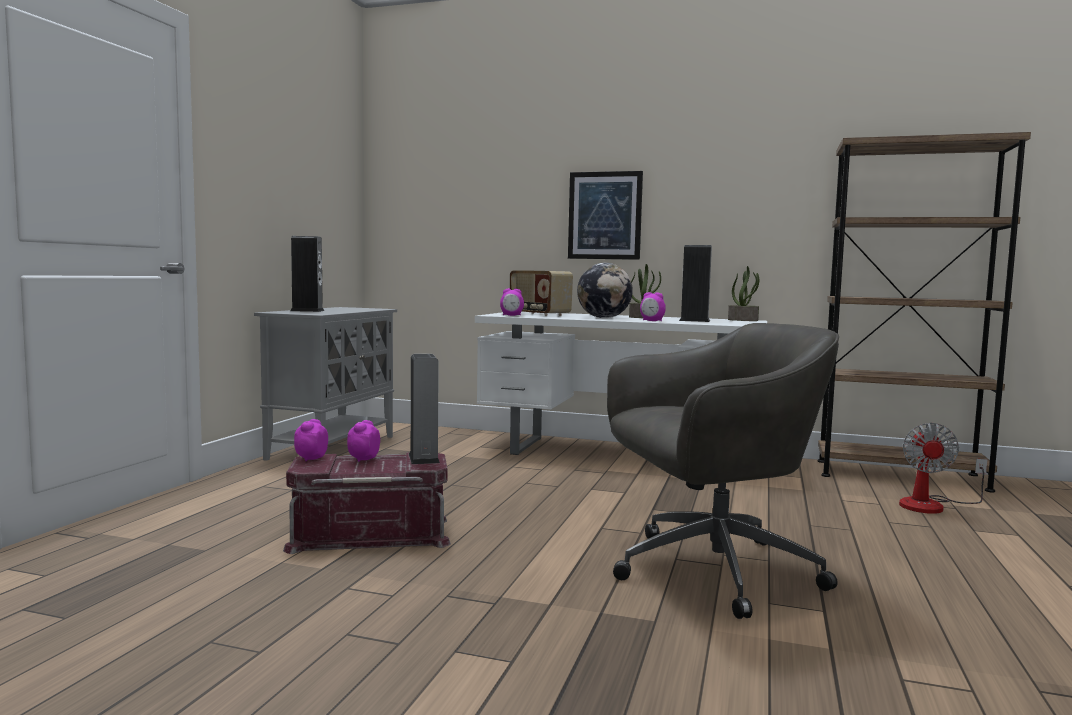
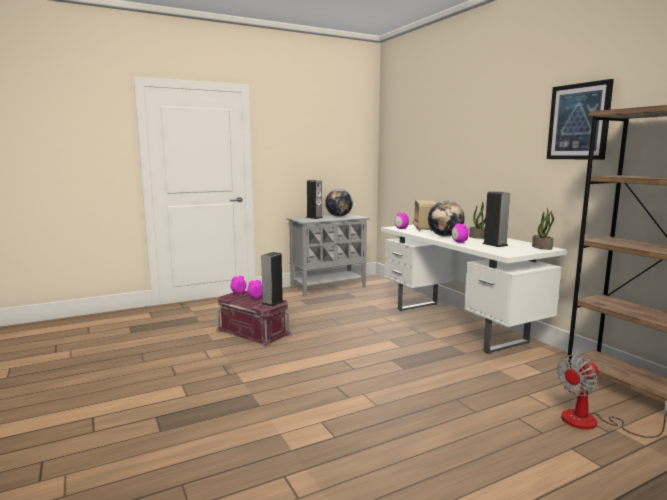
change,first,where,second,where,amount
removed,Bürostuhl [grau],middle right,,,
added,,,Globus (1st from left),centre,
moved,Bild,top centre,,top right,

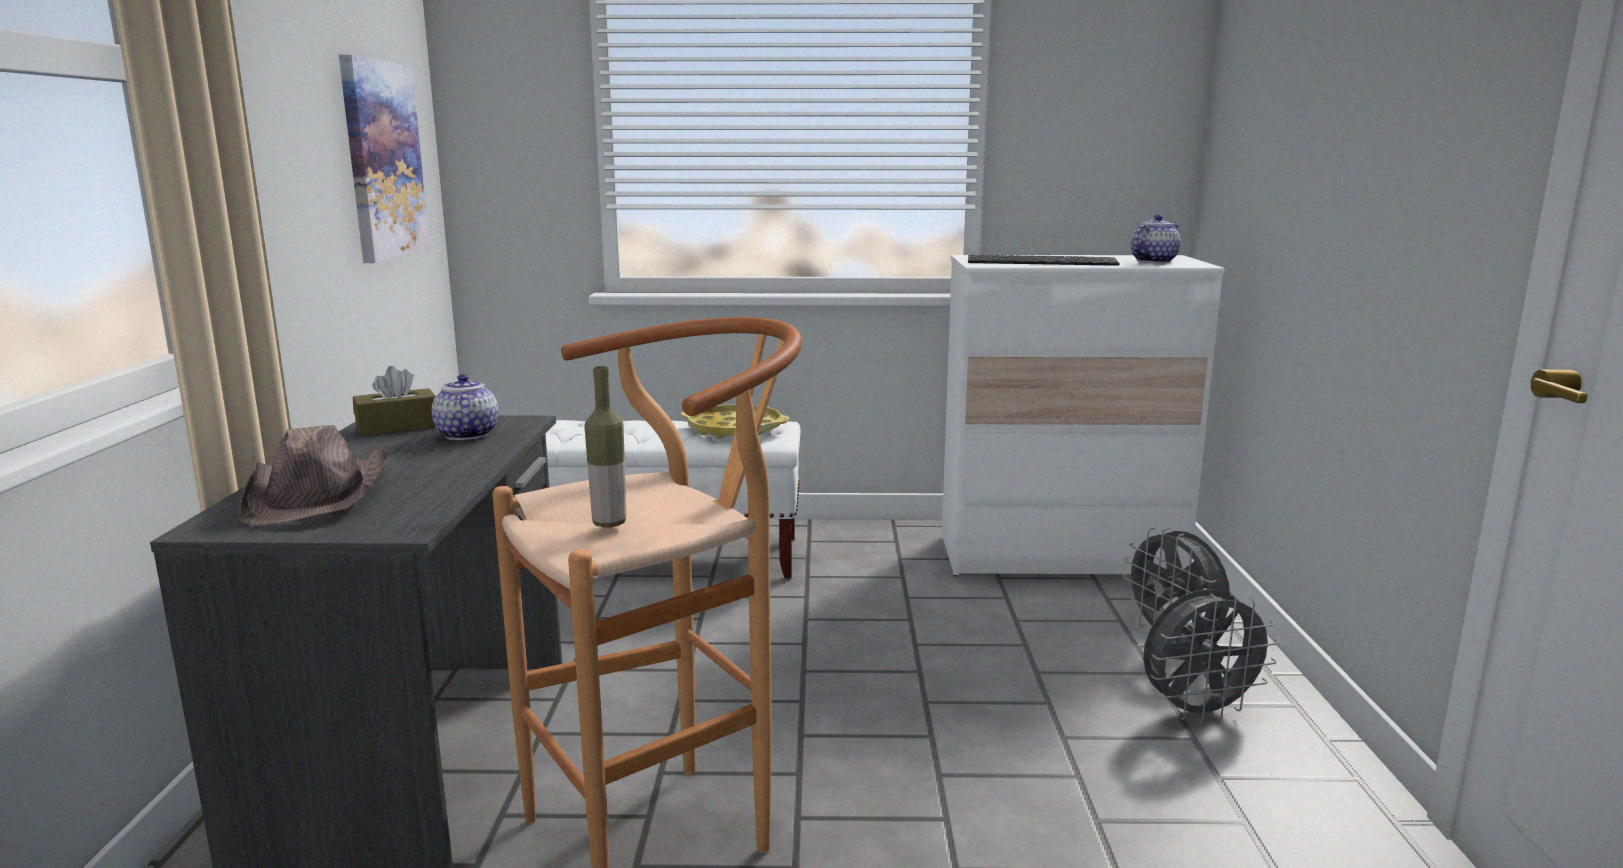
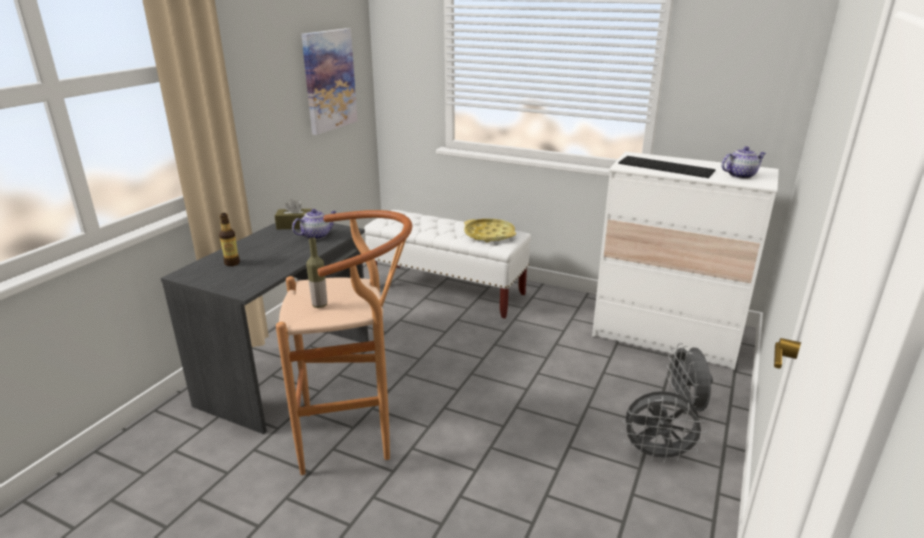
change,first,where,second,where,amount
replaced,Hut [braun],middle left,Flasche (1st from left),middle left,
turned,Teekanne (1st from left),middle left,,centre,45 degrees clockwise

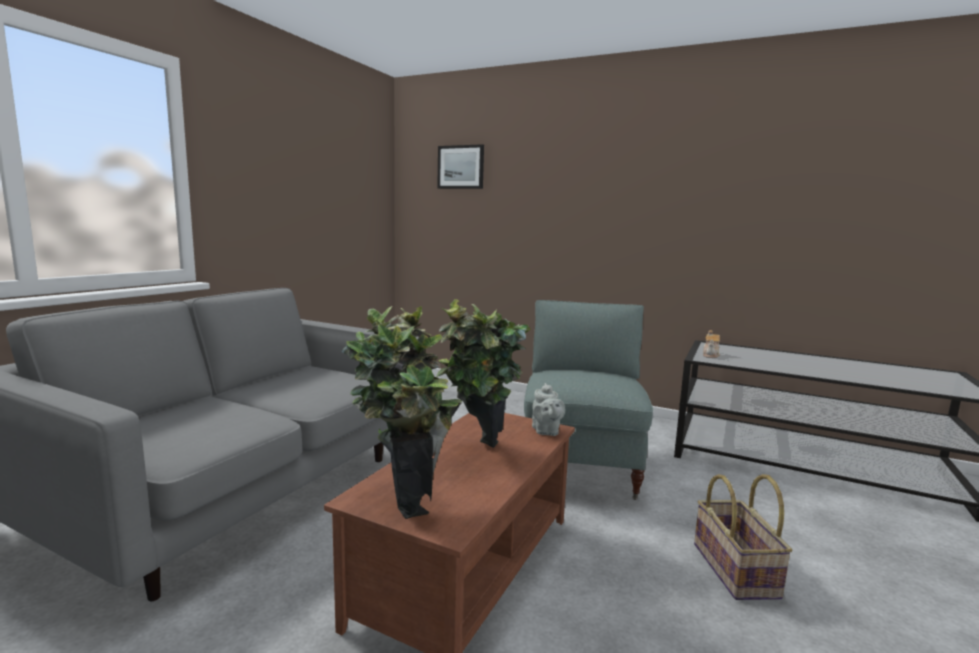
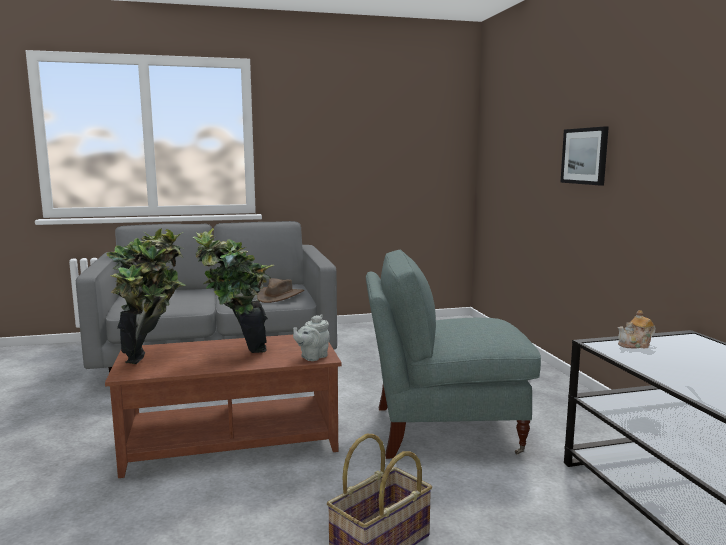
change,first,where,second,where,amount
added,,,Hut [braun],centre,
moved,Bild,top centre,,top right,
turned,Sessel [grau],centre,,centre,150 degrees counterclockwise

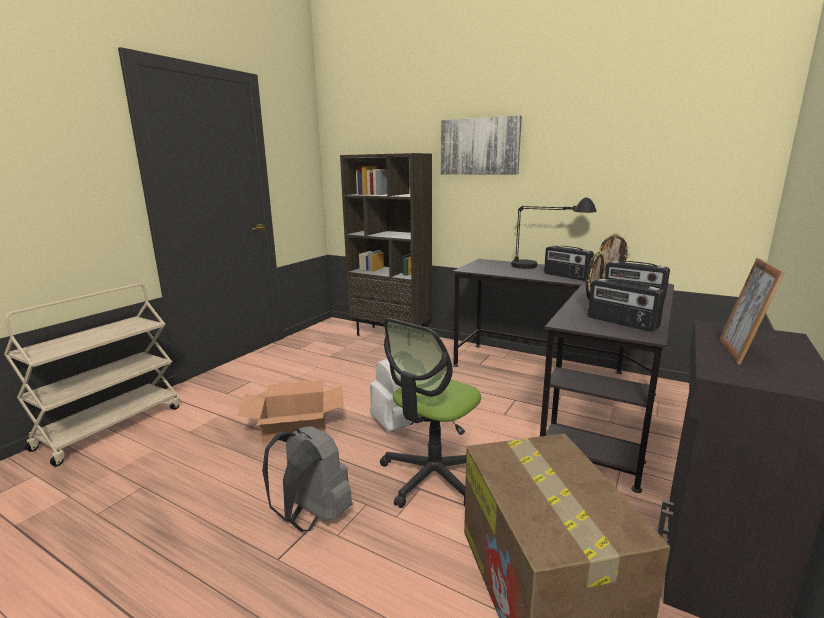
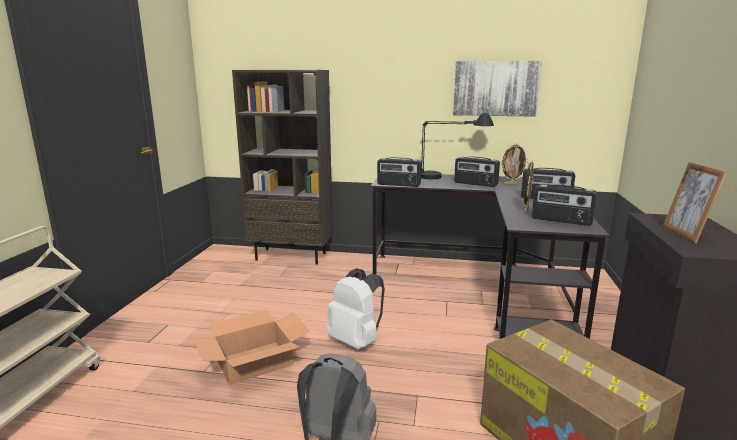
change,first,where,second,where,amount
removed,Bürostuhl,bottom centre,,,
added,,,Radio (1st from left),centre,
moved,Bild,top centre,,top right,

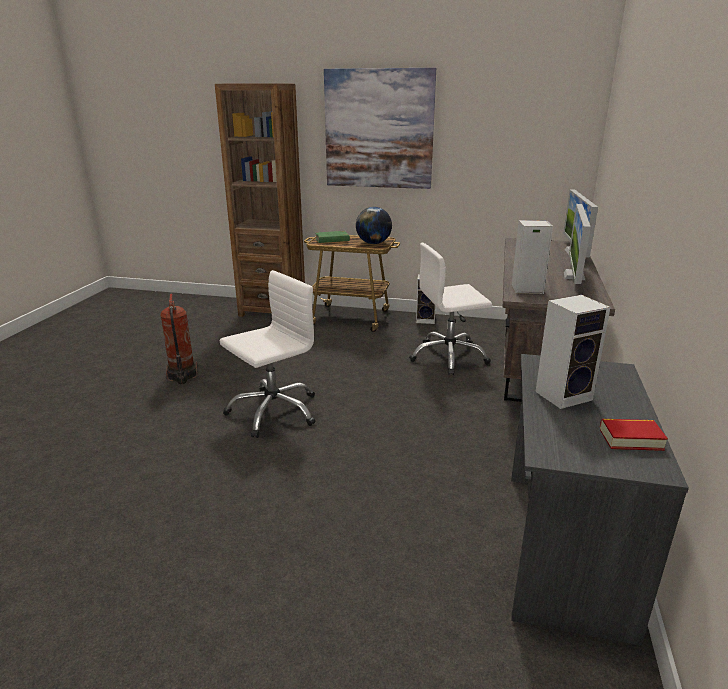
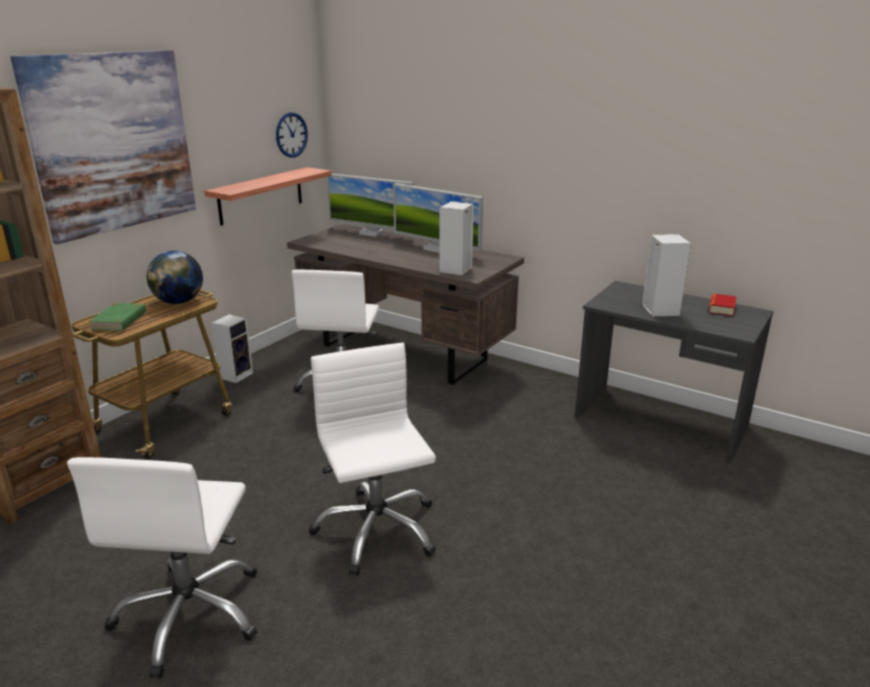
change,first,where,second,where,amount
added,,,Wandregal,top left,
added,,,Wanduhr,top centre,
replaced,Feuerlöscher,middle left,Bürostuhl [weiß] (1st from left),bottom left,

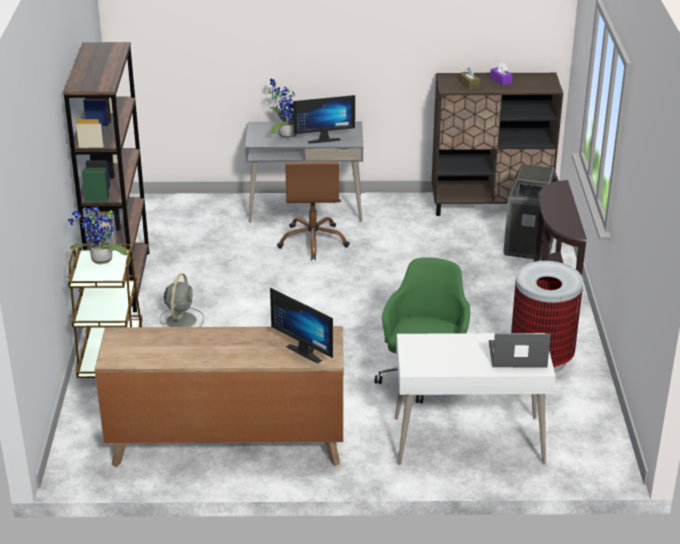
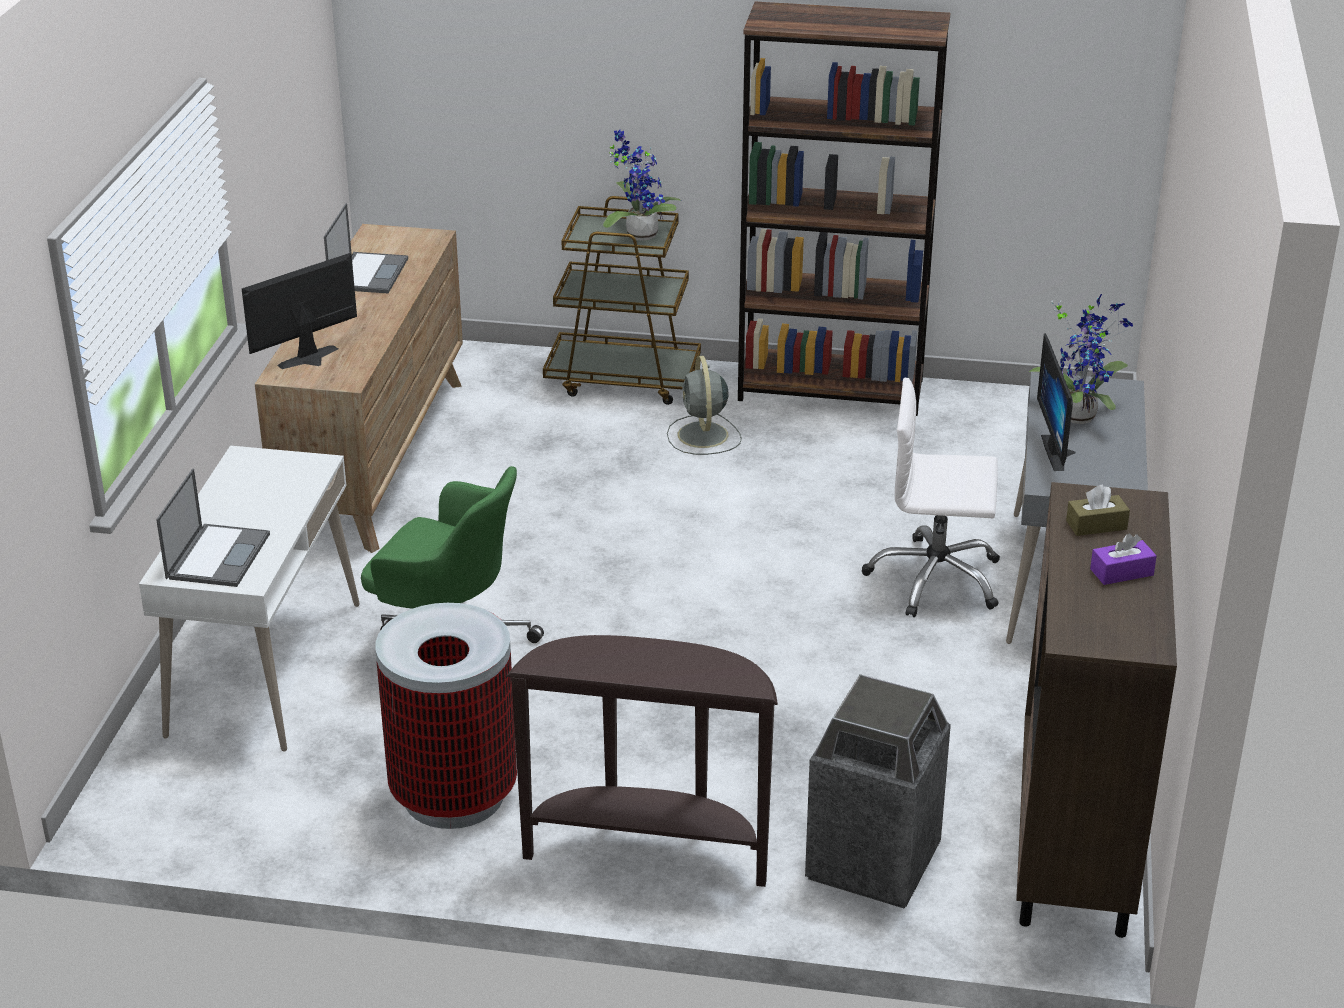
change,first,where,second,where,amount
added,,,Laptop (2nd from left),top left,
recoloured,Bürostuhl [braun],centre,Bürostuhl [weiß],middle right,
turned,Ventilator [grau],middle left,,centre,60 degrees clockwise

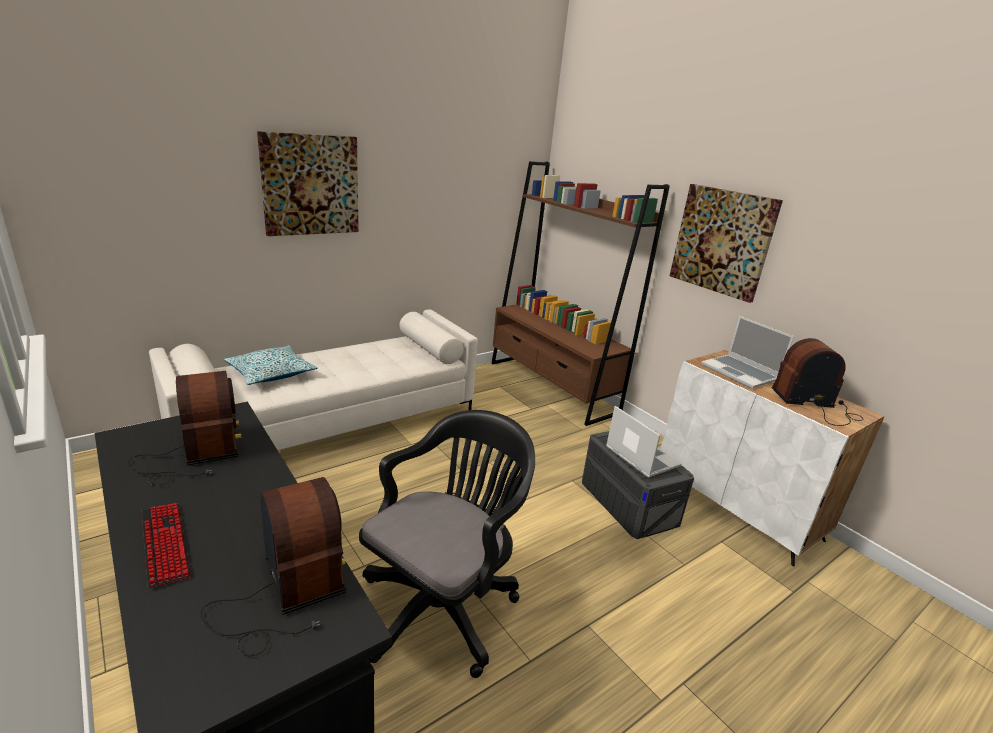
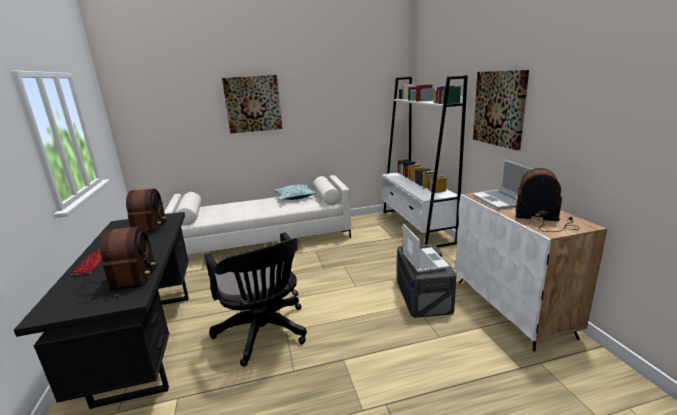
change,first,where,second,where,amount
moved,Kissen,middle left,,centre,
recoloured,Bücherregal [braun],centre,Bücherregal [weiß],centre,
turned,Bürostuhl [schwarz],bottom centre,,bottom centre,90 degrees clockwise

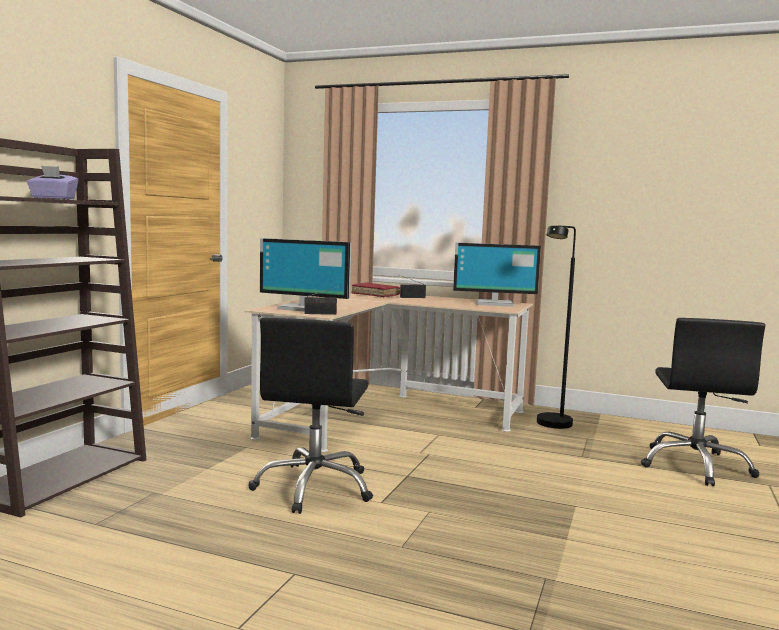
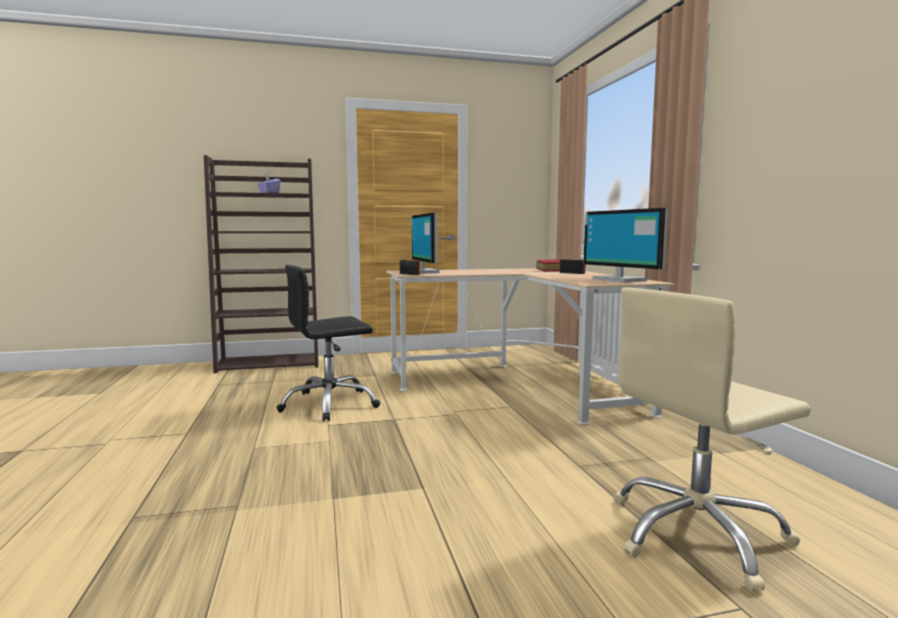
change,first,where,second,where,amount
removed,Stehlampe [schwarz],middle right,,,
recoloured,Bürostuhl [schwarz] (2nd from left),middle right,Bürostuhl [beige],bottom right,

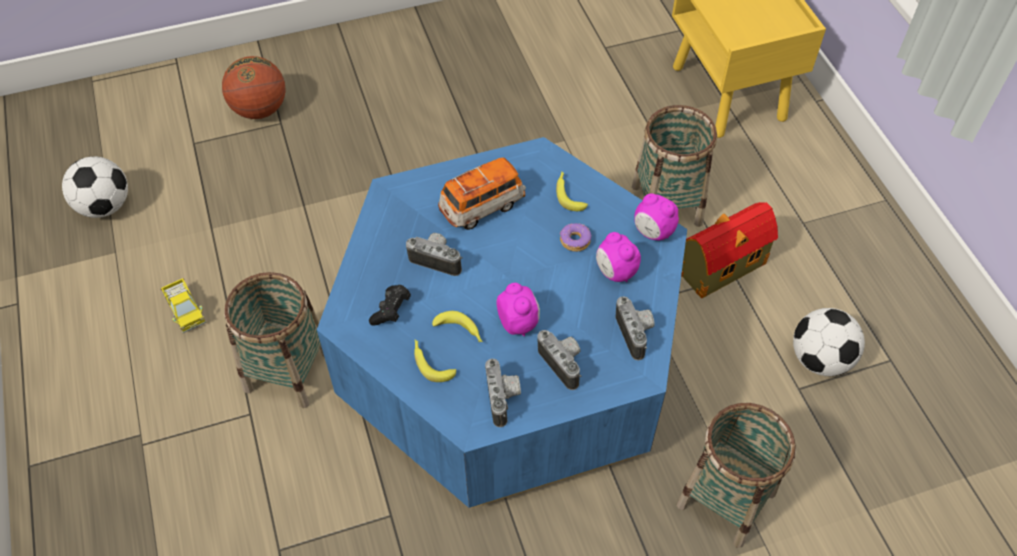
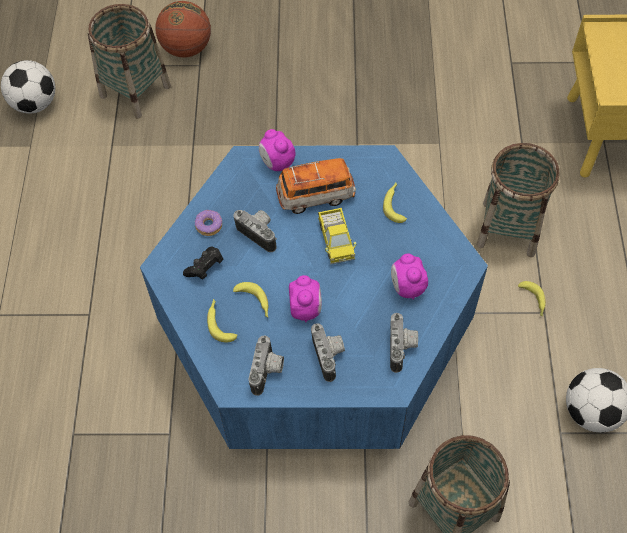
change,first,where,second,where,amount
moved,Spielzeuglaster,middle left,,centre,
moved,Korb (1st from left),middle left,,top left,
moved,Donut,centre,,middle left,
moved,Wecker (3rd from left in the first image),centre,Wecker (1st from left),top centre,
replaced,Spielzeughaus,middle right,Banane (4th from left),middle right,

